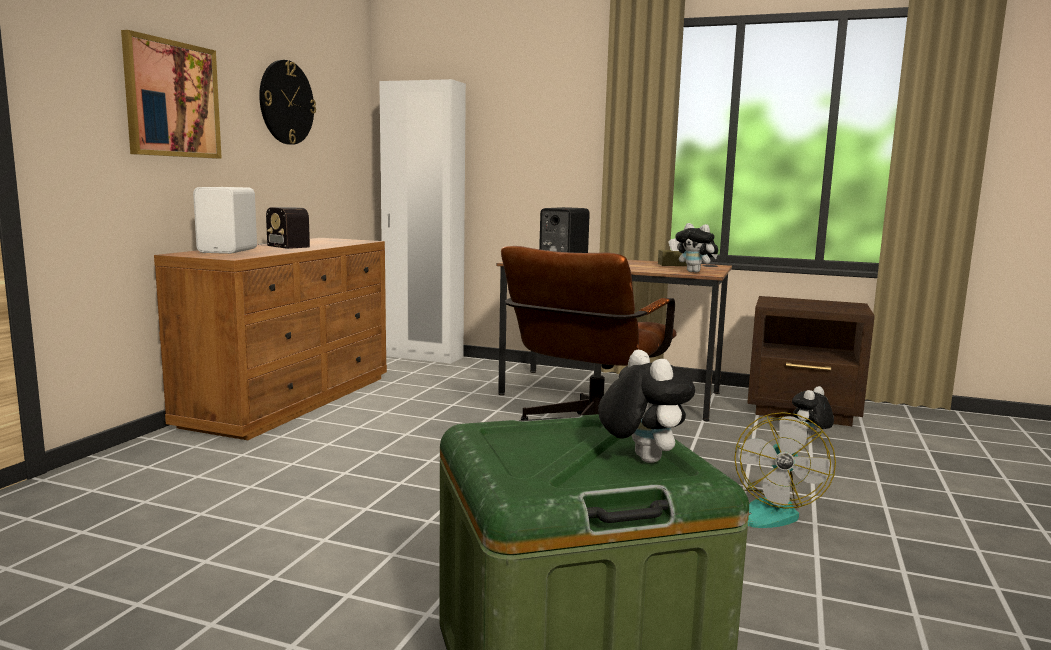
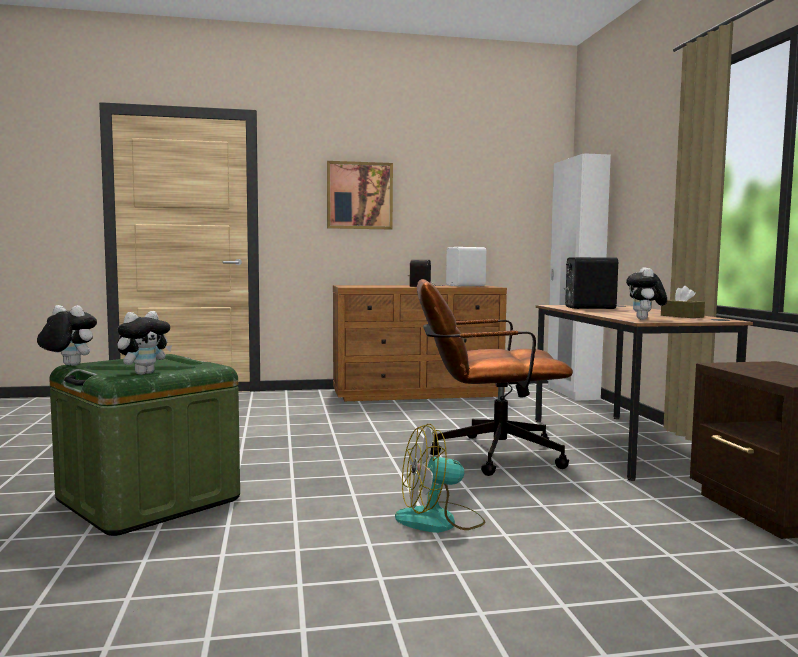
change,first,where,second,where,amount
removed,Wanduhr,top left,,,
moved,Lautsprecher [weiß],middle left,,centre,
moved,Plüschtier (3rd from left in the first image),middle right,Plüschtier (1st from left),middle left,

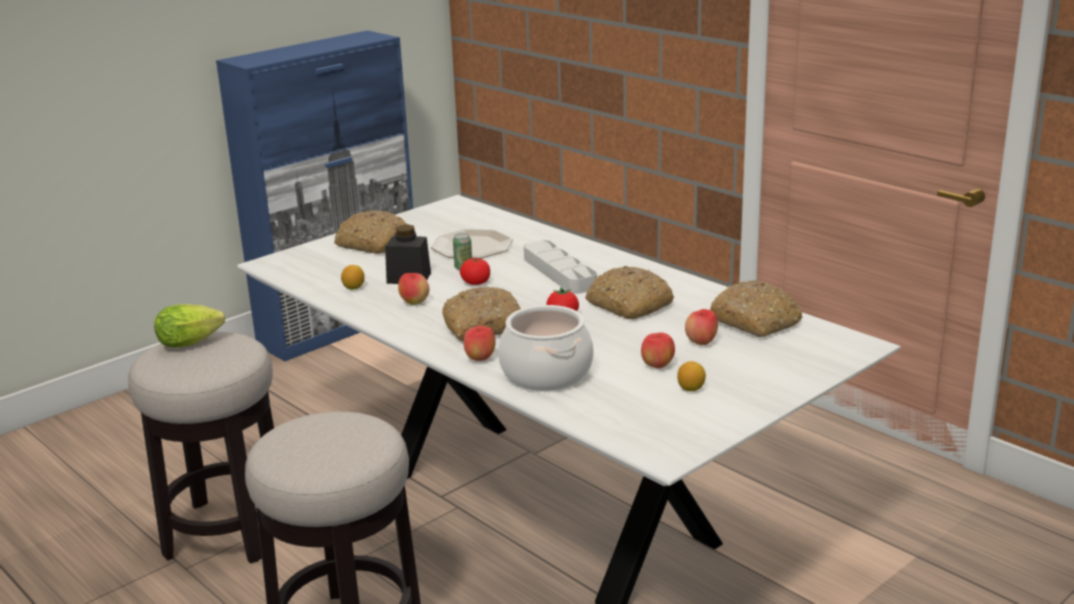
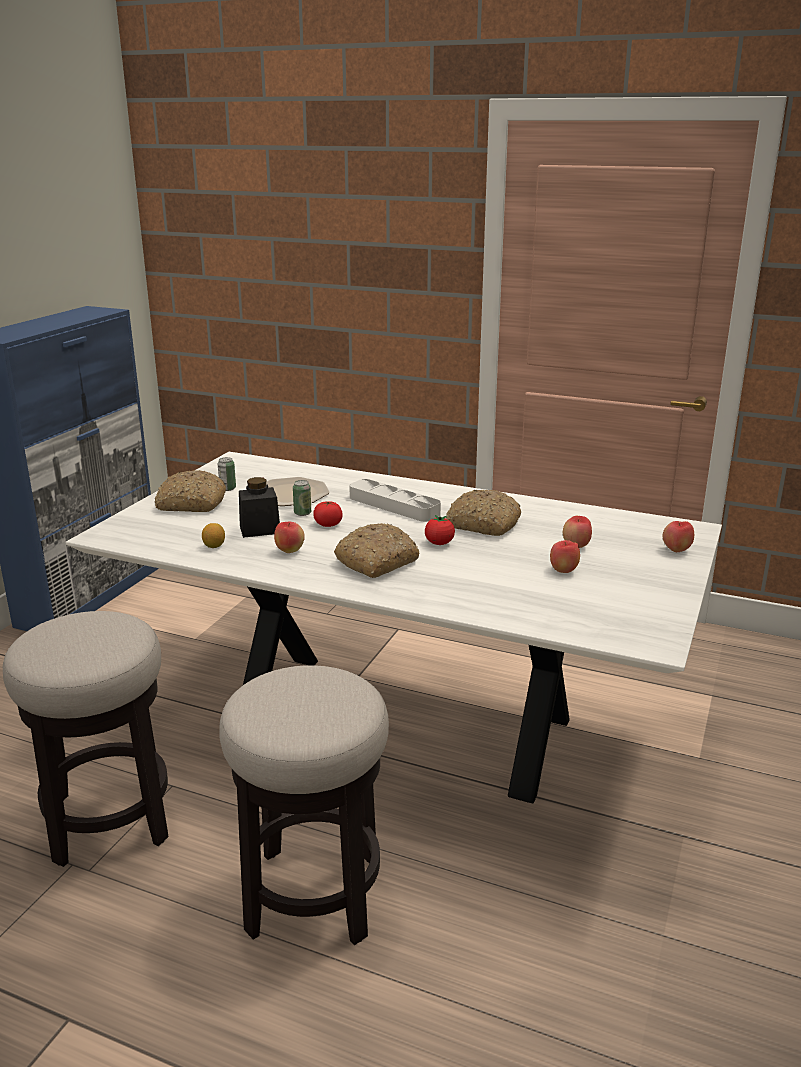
change,first,where,second,where,amount
removed,Salatkopf,middle left,,,
removed,Kochtopf,centre,,,
removed,Zitrone (2nd from left),centre,,,
removed,Brot (4th from left),middle right,,,
added,,,Dose (1st from left),middle left,
moved,Apfel (2nd from left in the first image),centre,Apfel (4th from left),middle right,

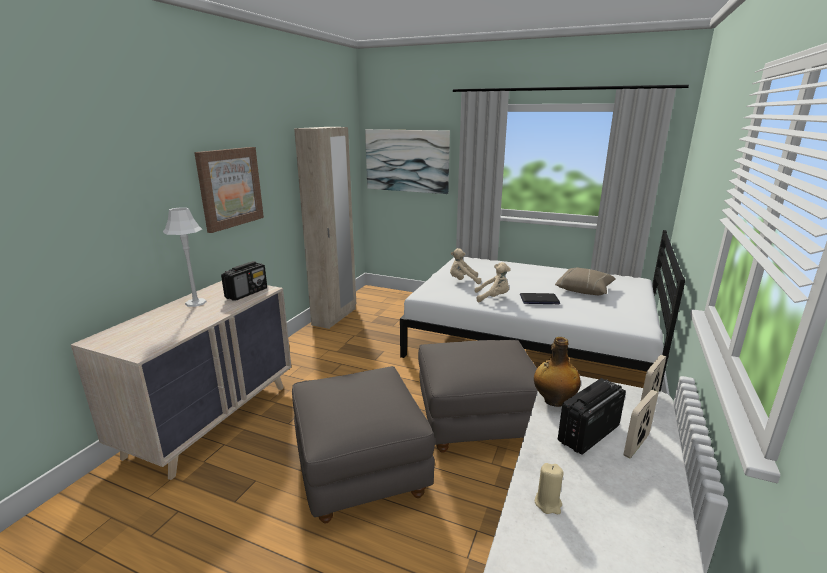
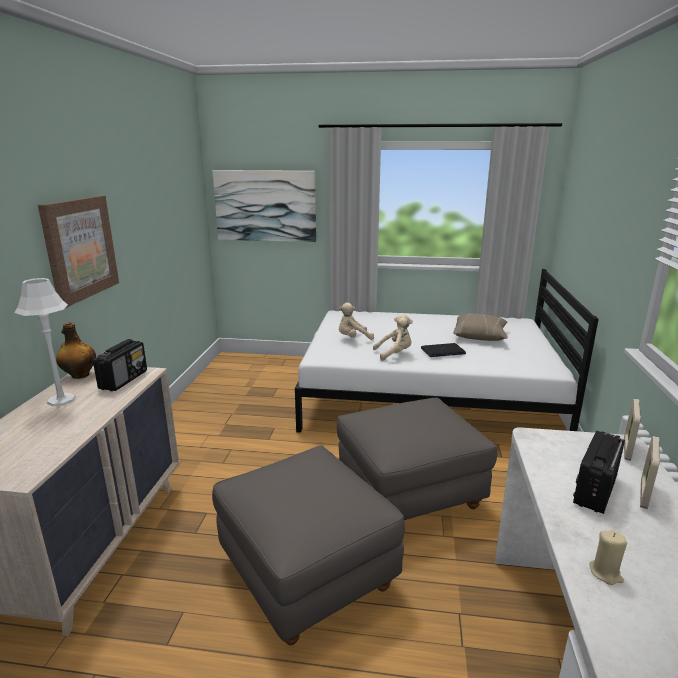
change,first,where,second,where,amount
removed,Kleiderschrank [beige],centre,,,
moved,Flasche,middle right,,middle left,

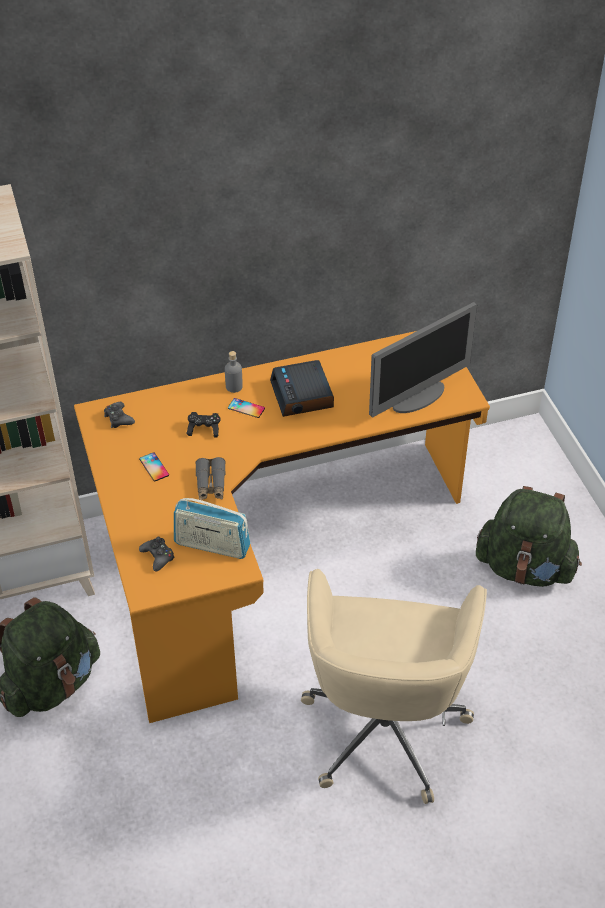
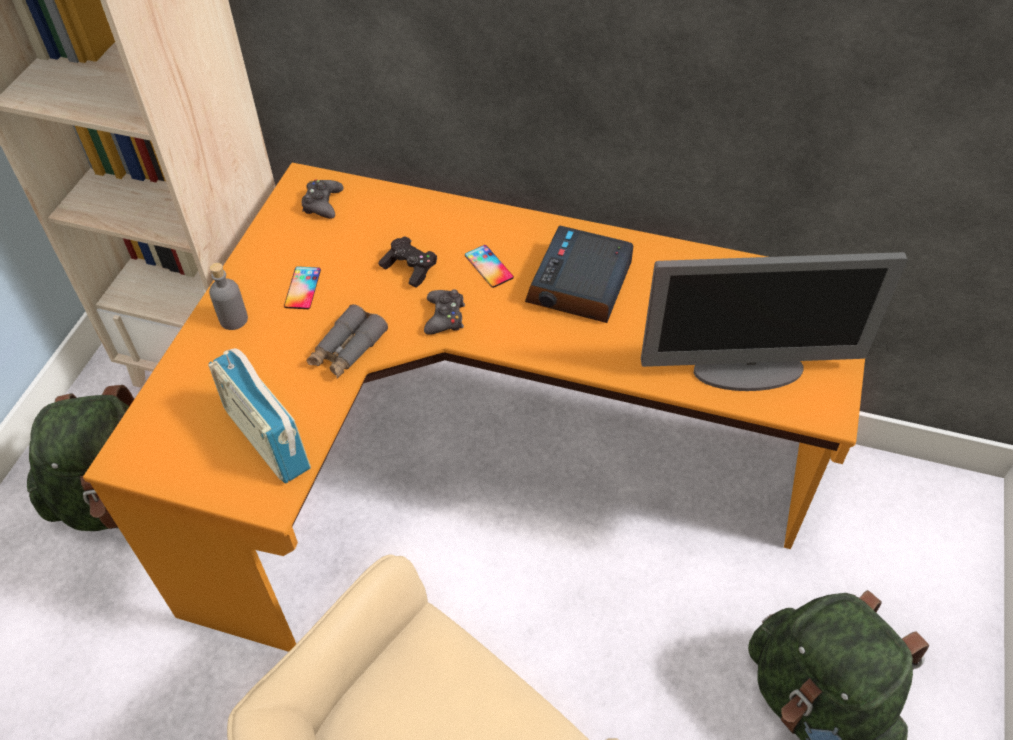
change,first,where,second,where,amount
moved,Gamepad [schwarz] (2nd from left in the first image),middle left,Gamepad [schwarz] (3rd from left),centre,
moved,Flasche [grau],centre,,middle left,

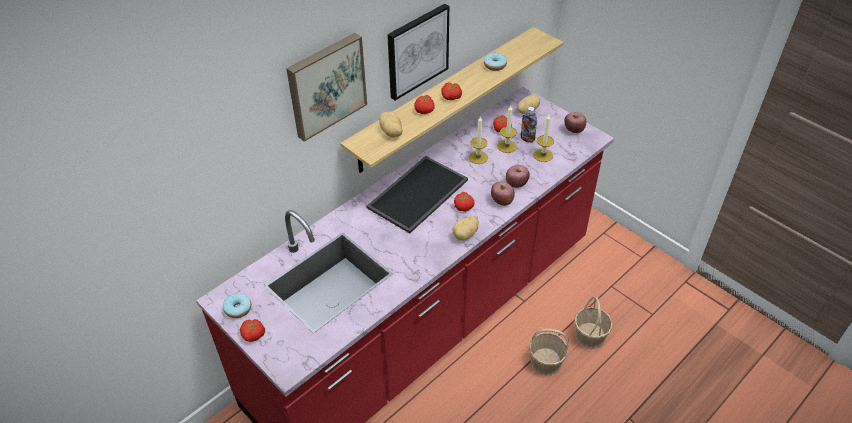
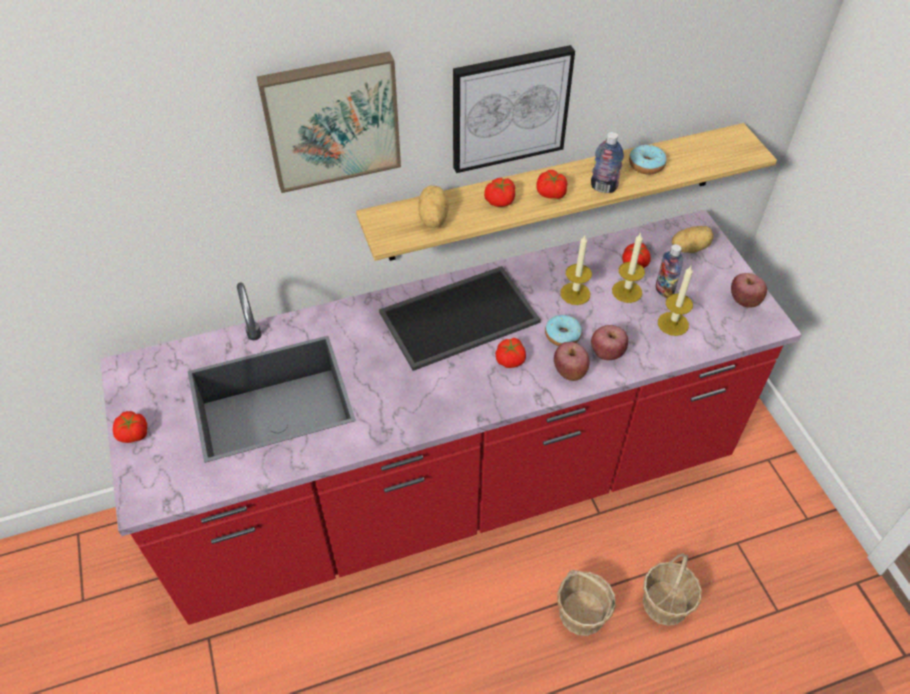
change,first,where,second,where,amount
removed,Kartoffel (2nd from left),centre,,,
added,,,Flasche (1st from left),top right,
moved,Donut (1st from left),bottom left,,centre,

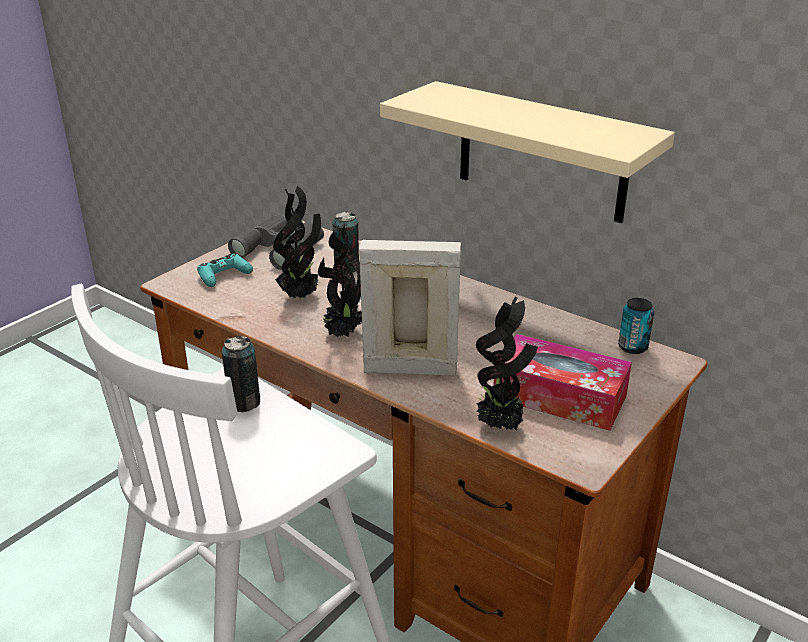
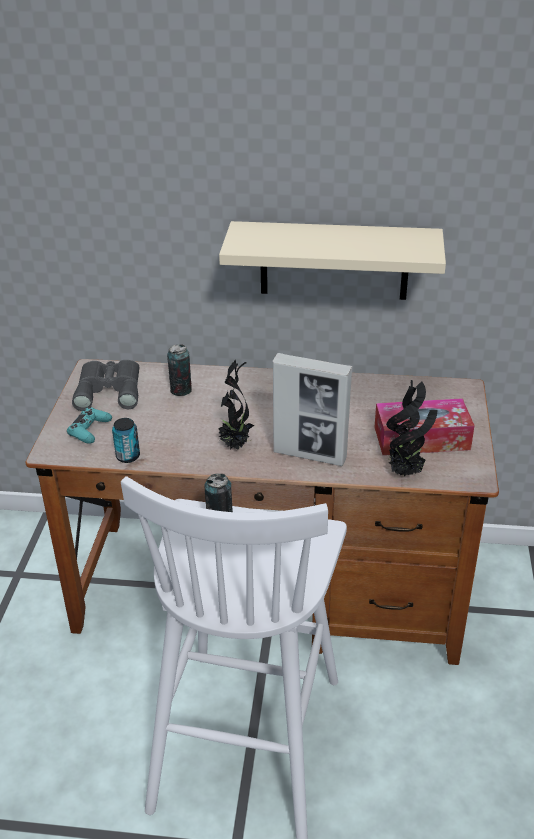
change,first,where,second,where,amount
removed,Topfpflanze (1st from left),centre,,,
moved,Dose (3rd from left in the first image),middle right,Dose (1st from left),middle left,
turned,Bilderrahmen,centre,,centre,135 degrees counterclockwise

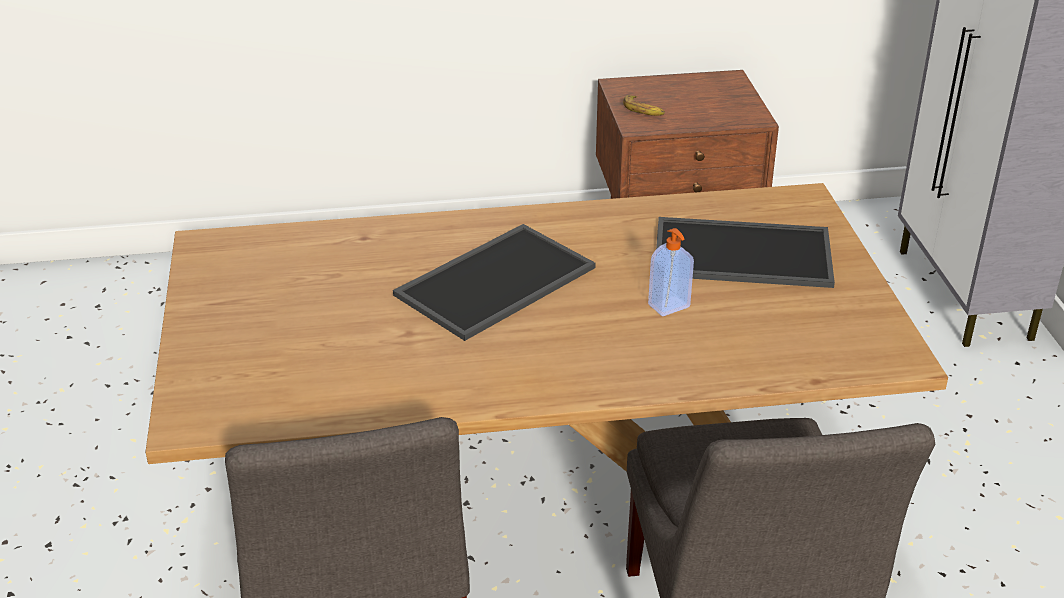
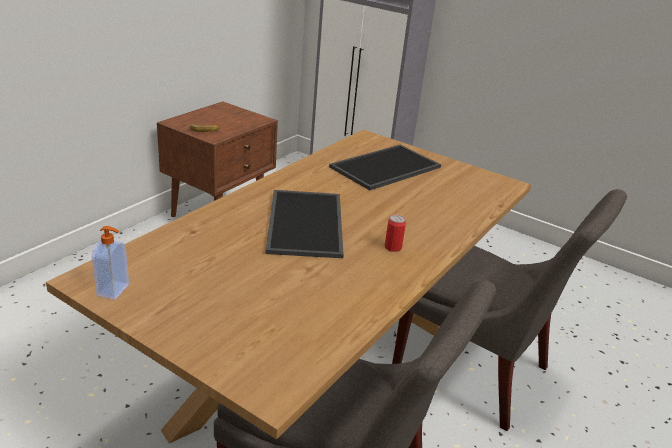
change,first,where,second,where,amount
added,,,Dose,centre,
moved,Seifenspender,centre,,middle left,

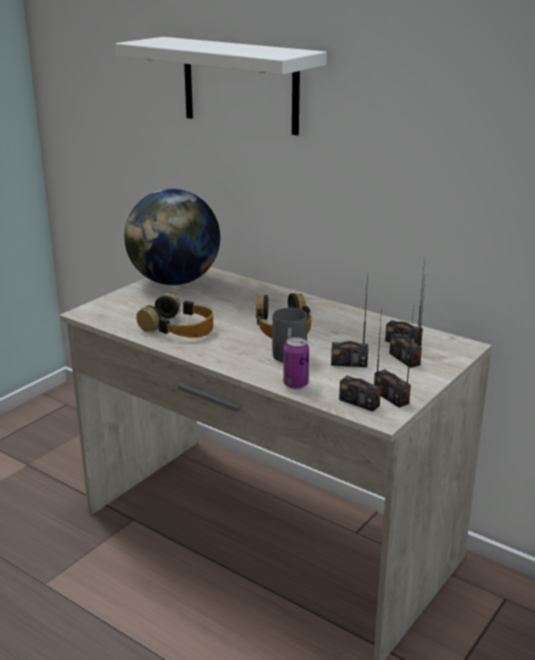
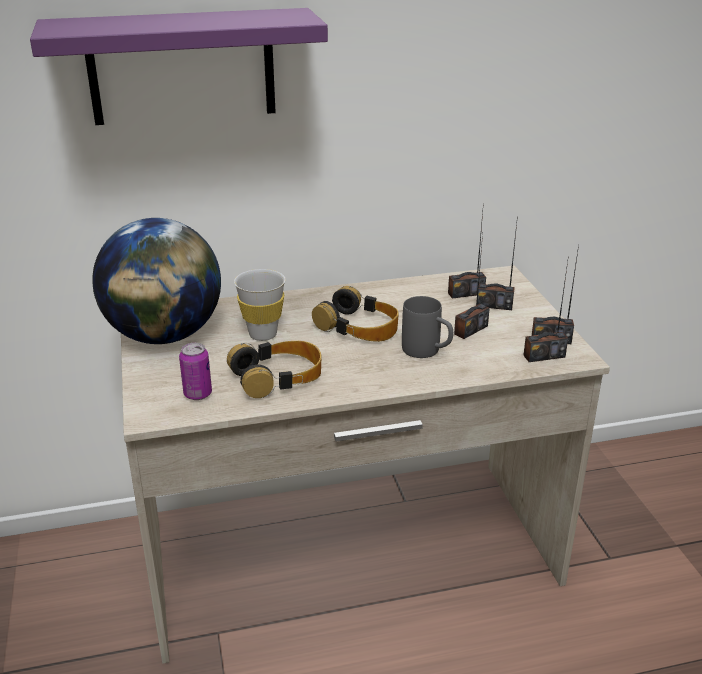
change,first,where,second,where,amount
added,,,Tasse [weiß],centre,
moved,Dose,centre,,middle left,
recoloured,Wandregal [weiß],top centre,Wandregal [lila],top left,

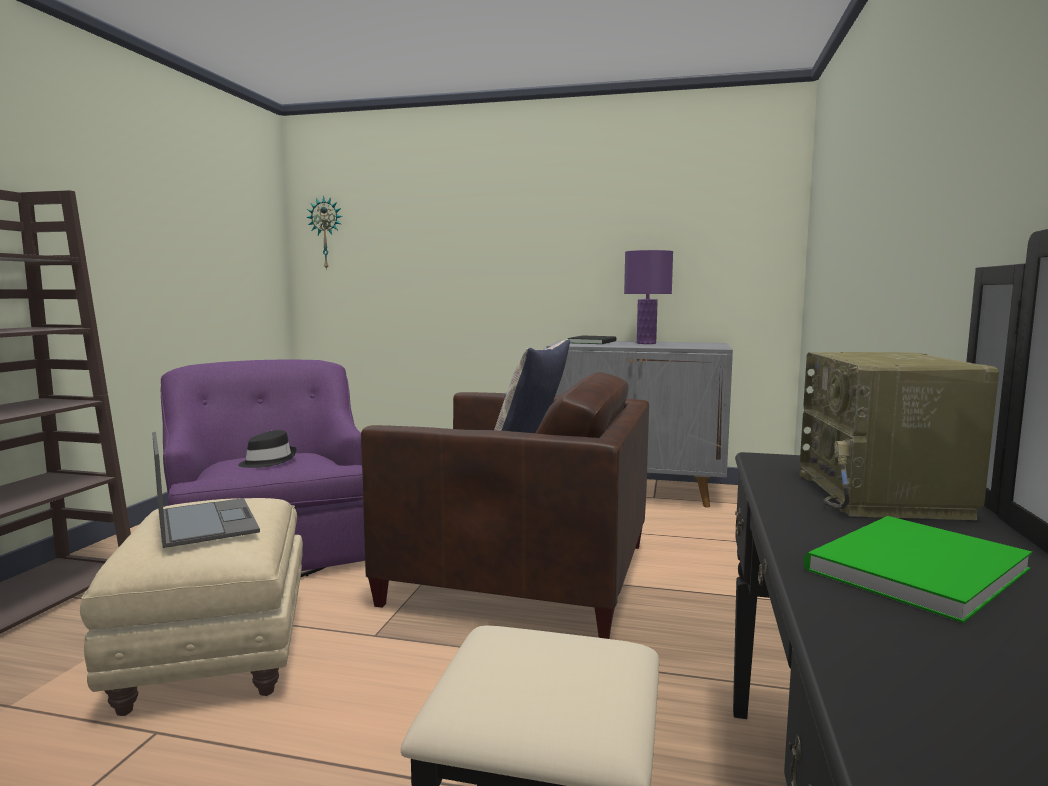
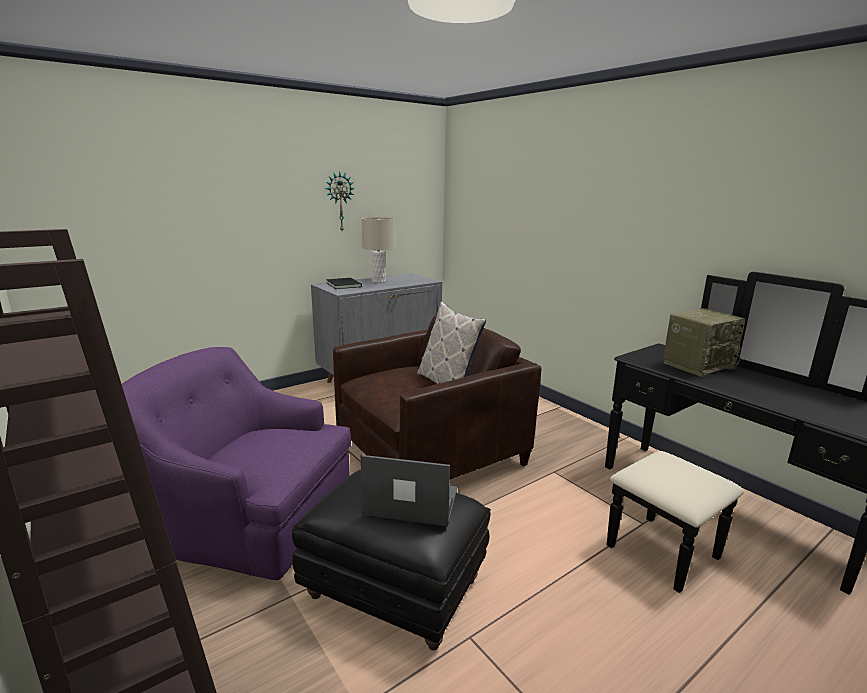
change,first,where,second,where,amount
removed,Hut [schwarz],middle left,,,
removed,Buch [grün],bottom right,,,
moved,Wanduhr,top left,,top centre,
recoloured,Polsterhocker [beige],bottom left,Polsterhocker [schwarz],bottom centre,
recoloured,Tischlampe [lila],centre,Tischlampe [beige],centre,
turned,Radio,middle right,,middle right,75 degrees counterclockwise

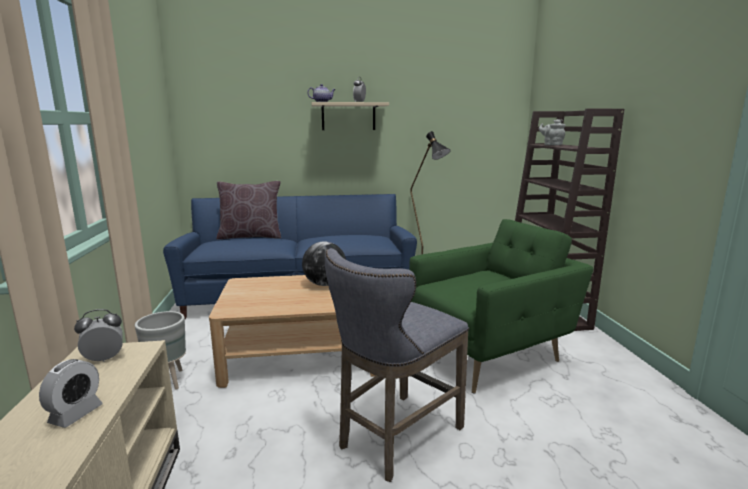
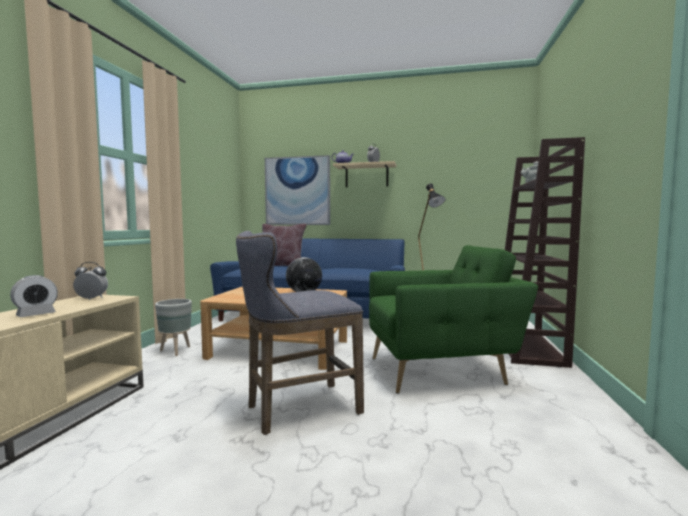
change,first,where,second,where,amount
added,,,Bild,centre,

